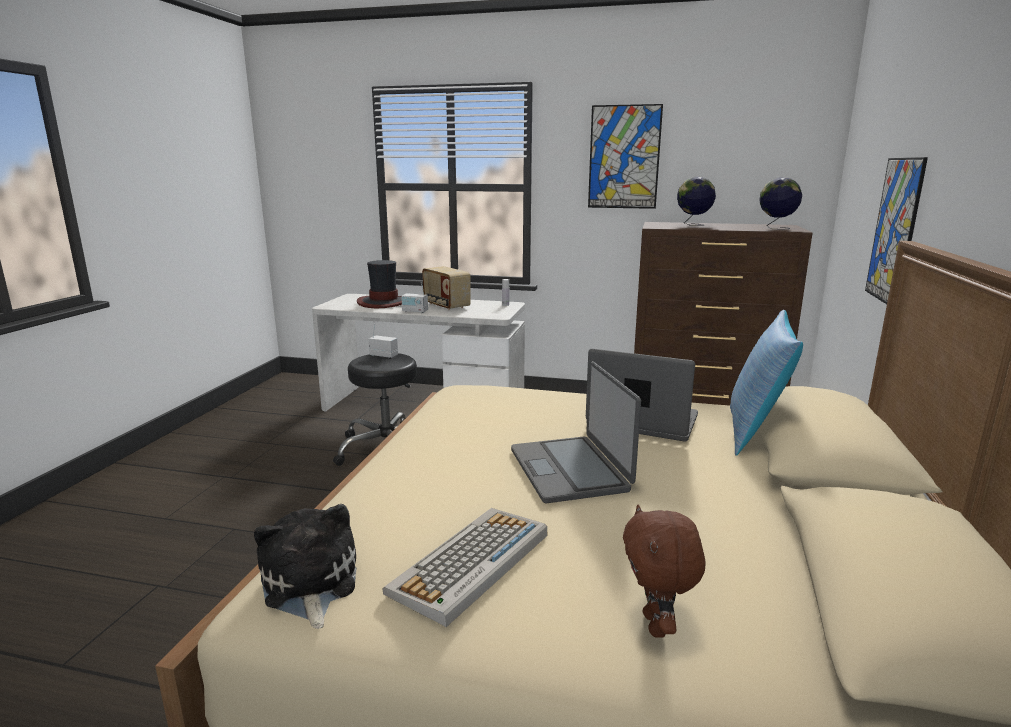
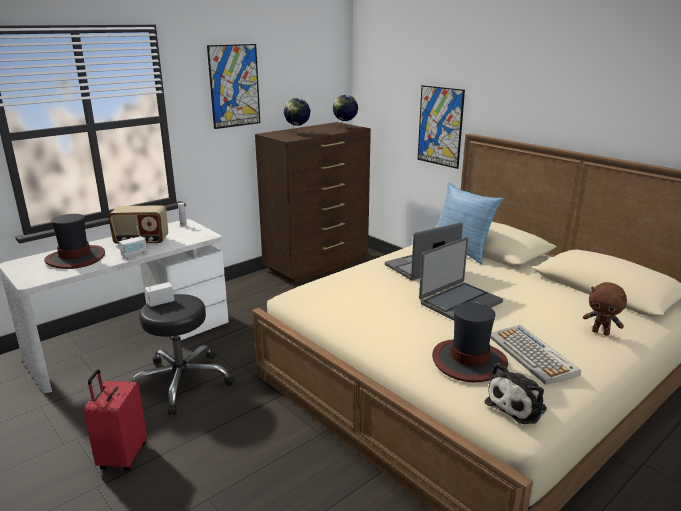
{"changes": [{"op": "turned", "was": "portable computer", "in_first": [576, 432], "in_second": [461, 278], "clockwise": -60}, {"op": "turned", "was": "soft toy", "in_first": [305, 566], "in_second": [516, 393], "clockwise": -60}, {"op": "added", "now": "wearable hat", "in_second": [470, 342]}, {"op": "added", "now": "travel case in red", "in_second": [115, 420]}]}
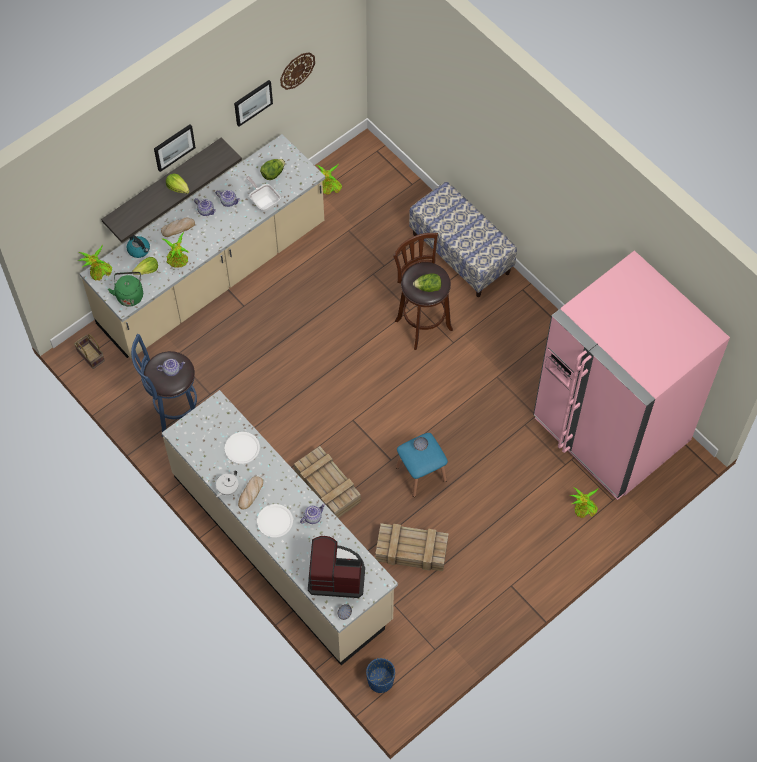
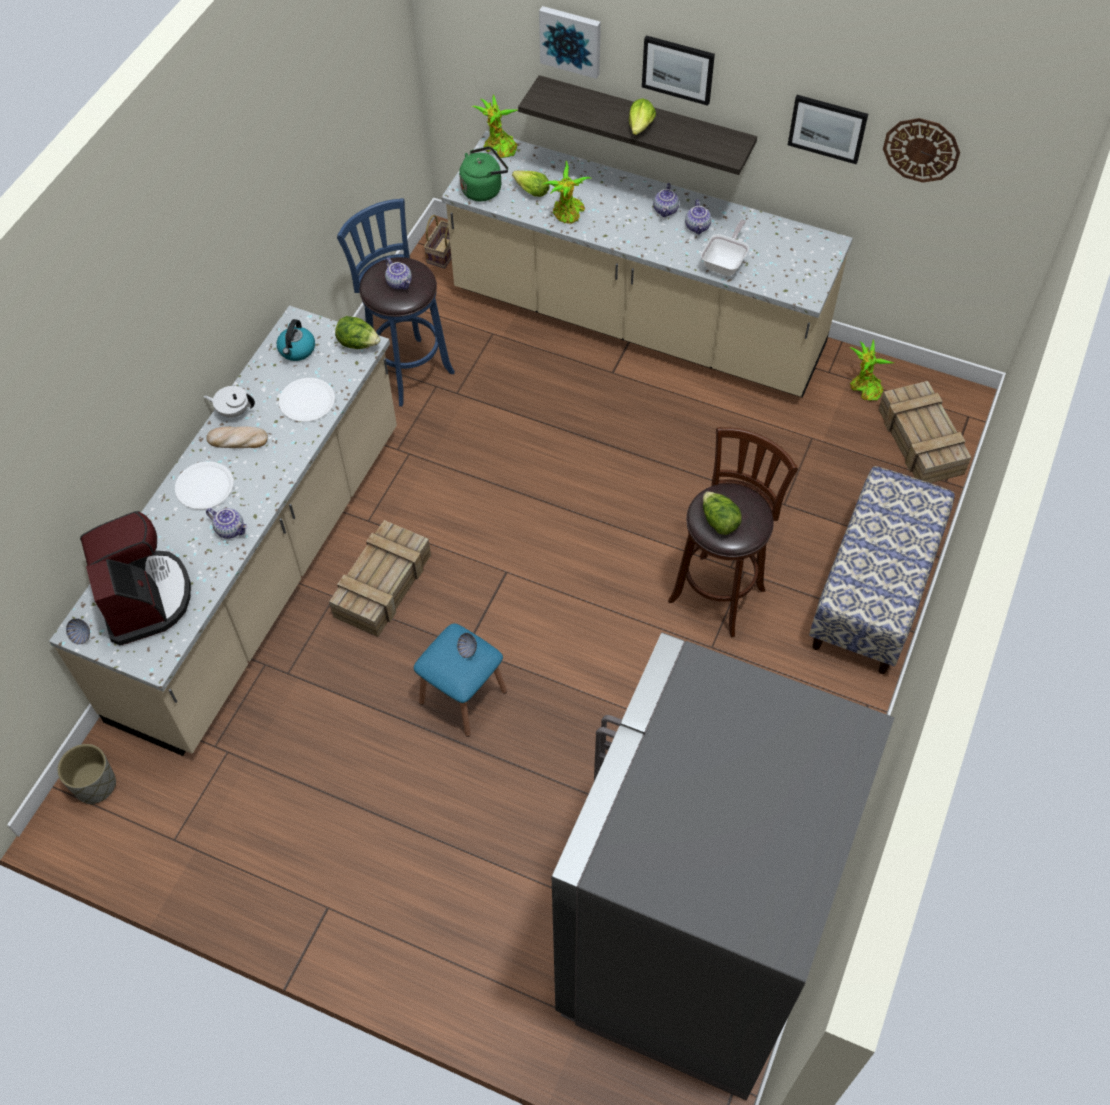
{"changes": [{"op": "moved", "was": "lettuce head", "in_first": [272, 169], "in_second": [357, 332]}, {"op": "removed", "was": "bakery bread", "in_first": [178, 227]}, {"op": "moved", "was": "tea kettle", "in_first": [138, 246], "in_second": [296, 340]}, {"op": "recoloured", "was": "fridge in pink-coloured", "now": "fridge in grey", "in_first": [631, 375], "in_second": [723, 866]}, {"op": "removed", "was": "houseplant", "in_first": [584, 502]}, {"op": "moved", "was": "packing crate", "in_first": [412, 547], "in_second": [924, 432]}, {"op": "recoloured", "was": "planter in bluish", "now": "planter in grey", "in_first": [380, 675], "in_second": [86, 774]}, {"op": "added", "now": "wall art", "in_second": [570, 42]}]}
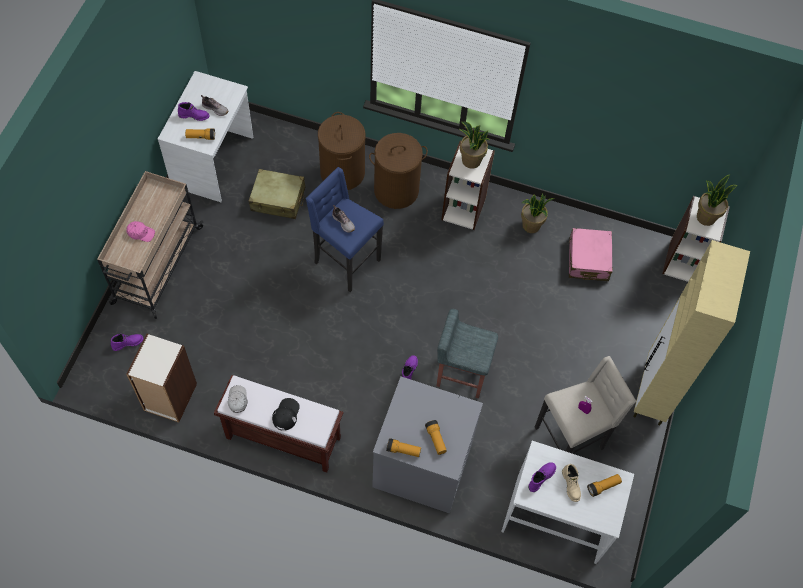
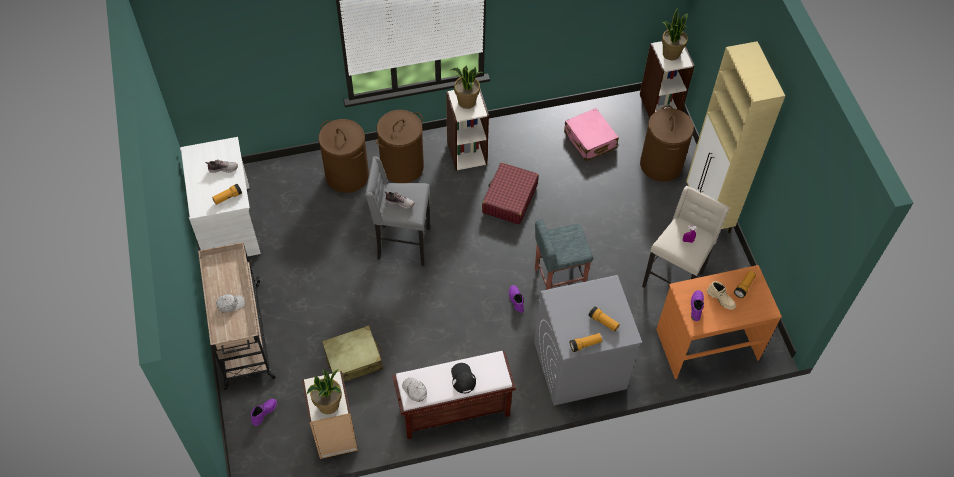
{"changes": [{"op": "removed", "was": "boot in purplish", "in_first": [194, 111]}, {"op": "recoloured", "was": "sitting stool in bluish", "now": "sitting stool in grey", "in_first": [345, 229], "in_second": [397, 211]}, {"op": "moved", "was": "travel case in sand-coloured", "in_first": [277, 194], "in_second": [352, 353]}, {"op": "moved", "was": "houseplant", "in_first": [537, 213], "in_second": [324, 391]}, {"op": "recoloured", "was": "peaked cap in pink-coloured", "now": "peaked cap in white", "in_first": [141, 231], "in_second": [230, 303]}, {"op": "recoloured", "was": "desk in white", "now": "desk in orange", "in_first": [567, 502], "in_second": [719, 322]}, {"op": "added", "now": "laundry basket in brown-coloured", "in_second": [667, 143]}, {"op": "added", "now": "travel case in red", "in_second": [510, 193]}]}
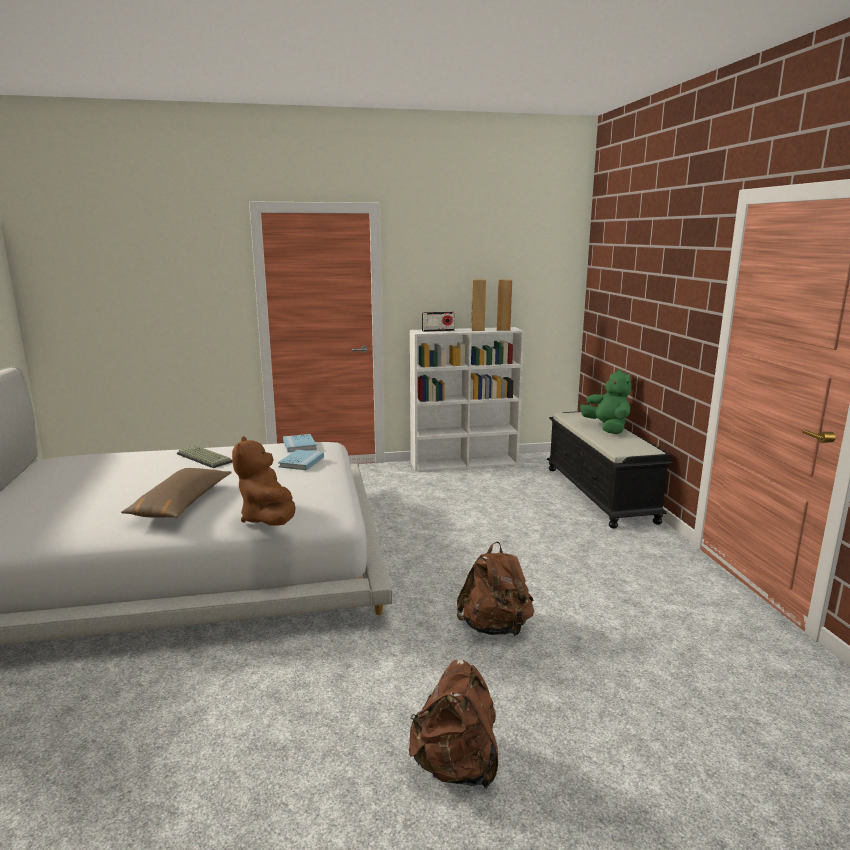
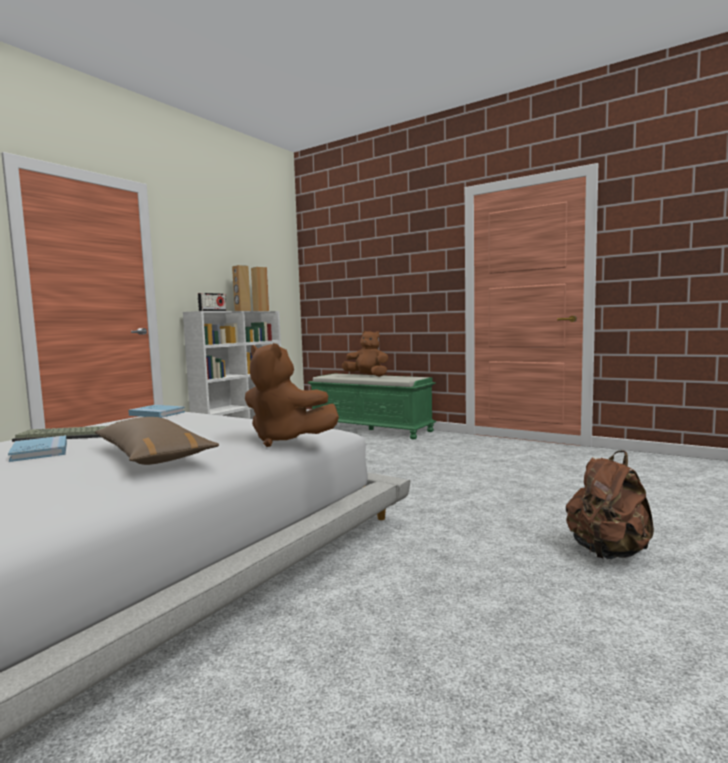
{"changes": [{"op": "recoloured", "was": "soft toy in green-coloured", "now": "soft toy in brown-coloured", "in_first": [606, 401], "in_second": [365, 354]}, {"op": "recoloured", "was": "indoor bench in black-coloured", "now": "indoor bench in green-coloured", "in_first": [610, 470], "in_second": [372, 406]}, {"op": "moved", "was": "book in bluish", "in_first": [301, 460], "in_second": [37, 448]}, {"op": "removed", "was": "knapsack in brown-coloured", "in_first": [495, 589]}]}
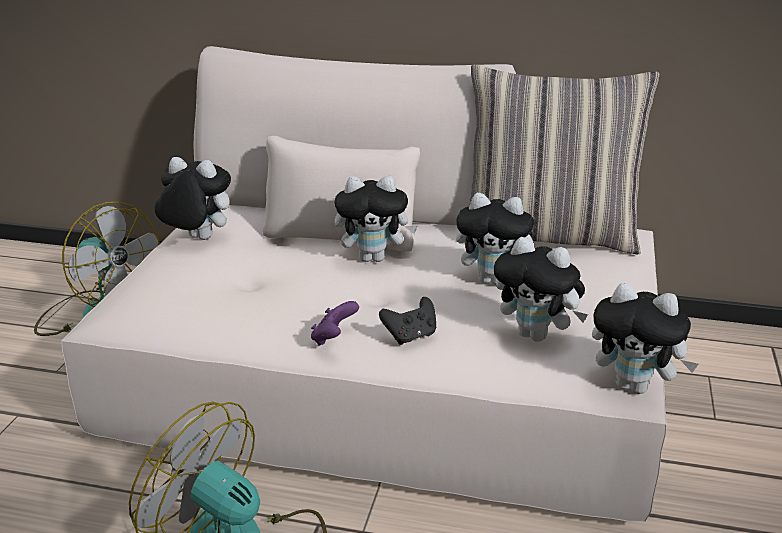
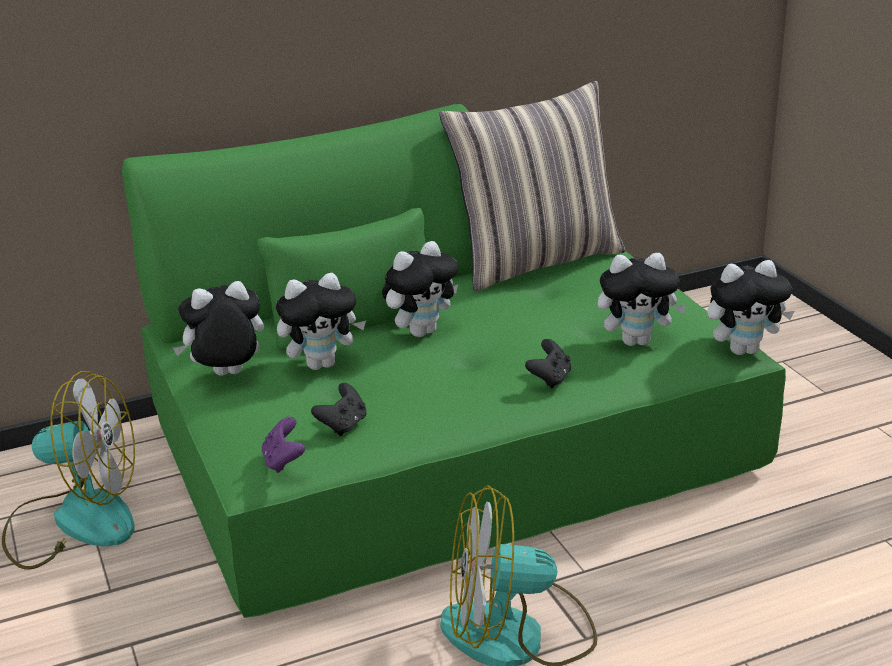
{"changes": [{"op": "recoloured", "was": "settee in sand-coloured", "now": "settee in green-coloured", "in_first": [364, 284], "in_second": [454, 361]}, {"op": "moved", "was": "soft toy", "in_first": [495, 239], "in_second": [321, 321]}, {"op": "moved", "was": "gamepad in purplish", "in_first": [335, 323], "in_second": [283, 445]}, {"op": "added", "now": "gamepad in black-coloured", "in_second": [339, 409]}]}
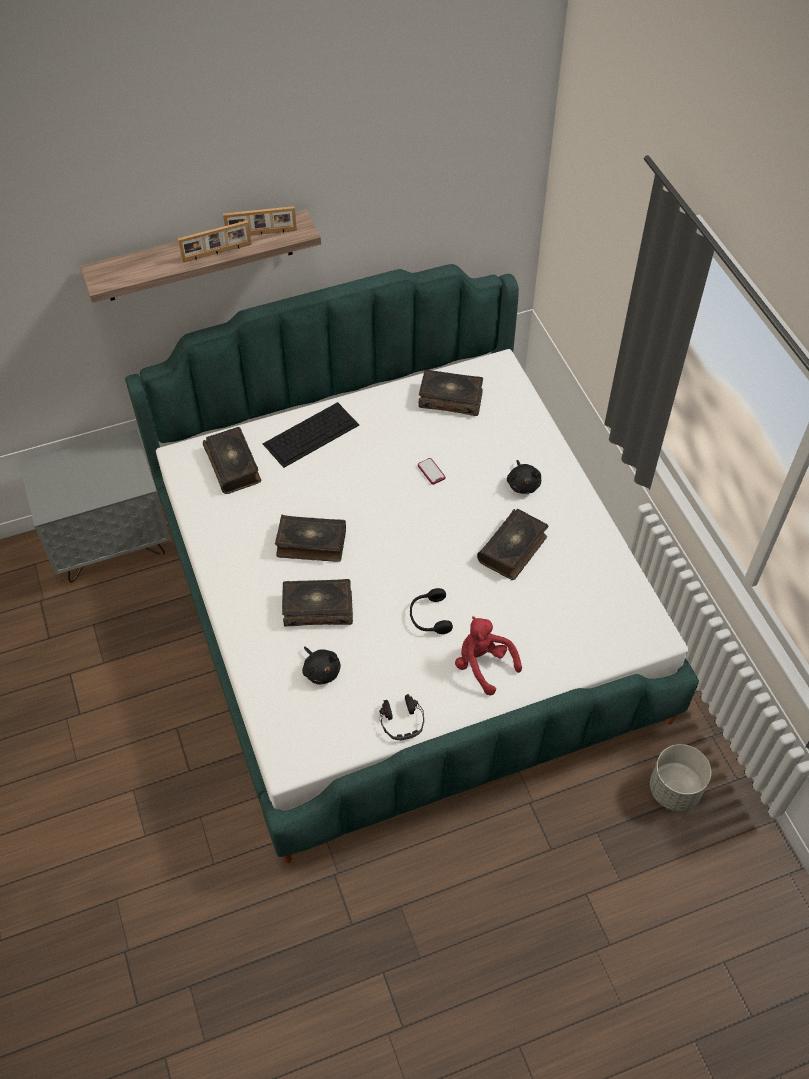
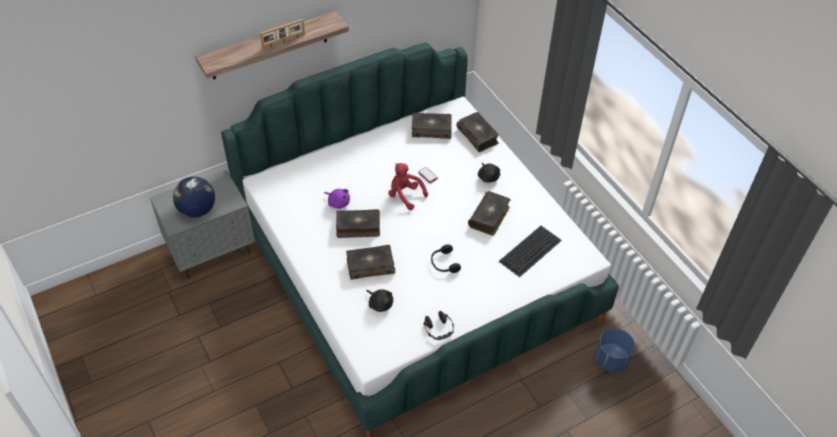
{"changes": [{"op": "removed", "was": "photo frame", "in_first": [260, 221]}, {"op": "moved", "was": "PC keyboard", "in_first": [311, 435], "in_second": [530, 251]}, {"op": "moved", "was": "book", "in_first": [232, 460], "in_second": [478, 132]}, {"op": "moved", "was": "soft toy in red", "in_first": [488, 656], "in_second": [408, 186]}, {"op": "recoloured", "was": "planter in grey", "now": "planter in bluish", "in_first": [680, 777], "in_second": [615, 350]}, {"op": "added", "now": "world globe", "in_second": [194, 197]}, {"op": "added", "now": "soft toy in purplish", "in_second": [337, 199]}]}
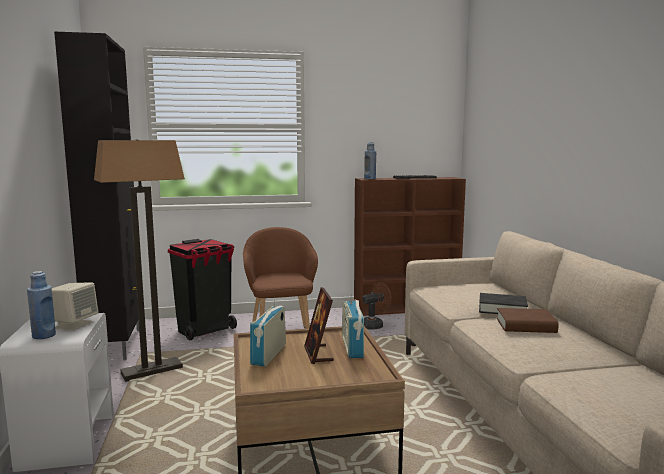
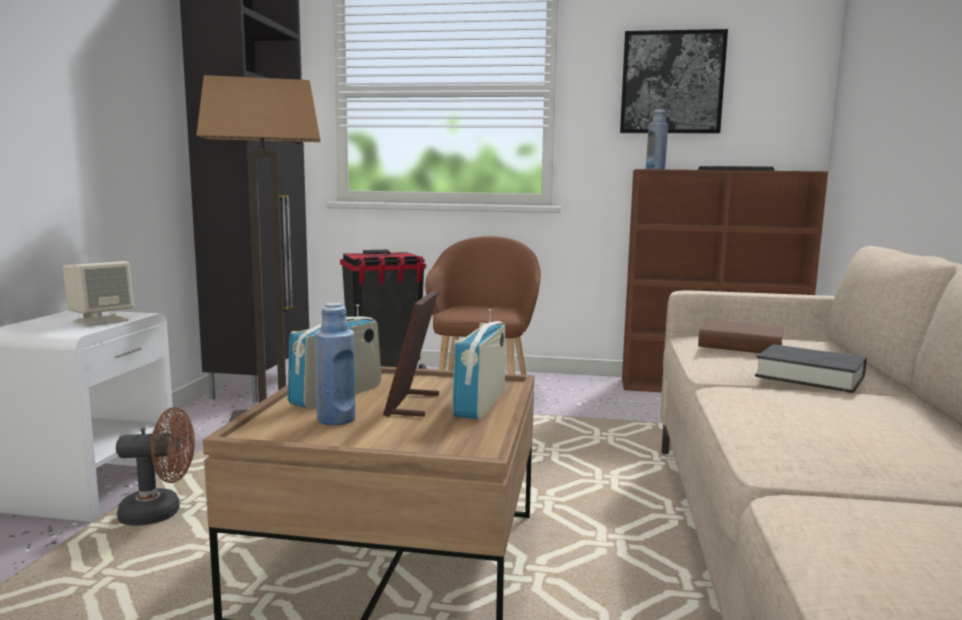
{"changes": [{"op": "moved", "was": "beverage bottle in bluish", "in_first": [41, 305], "in_second": [335, 363]}, {"op": "moved", "was": "electric fan in brown-coloured", "in_first": [377, 306], "in_second": [155, 466]}, {"op": "moved", "was": "book in brown-coloured", "in_first": [528, 320], "in_second": [741, 336]}, {"op": "added", "now": "wall art", "in_second": [674, 81]}]}
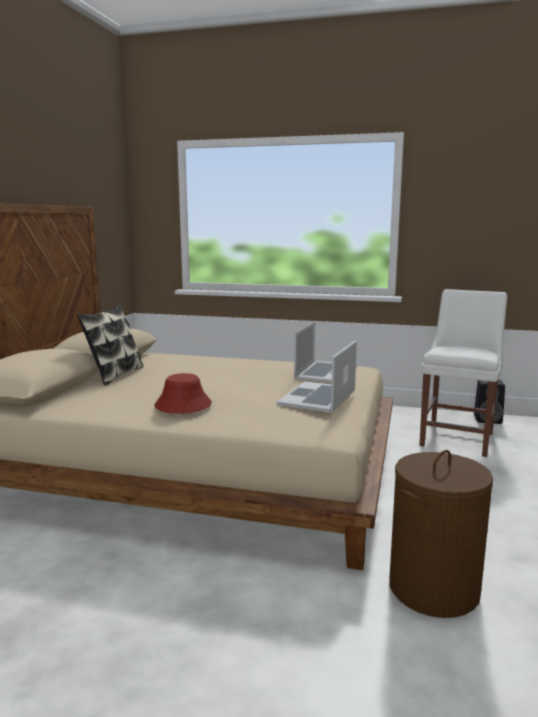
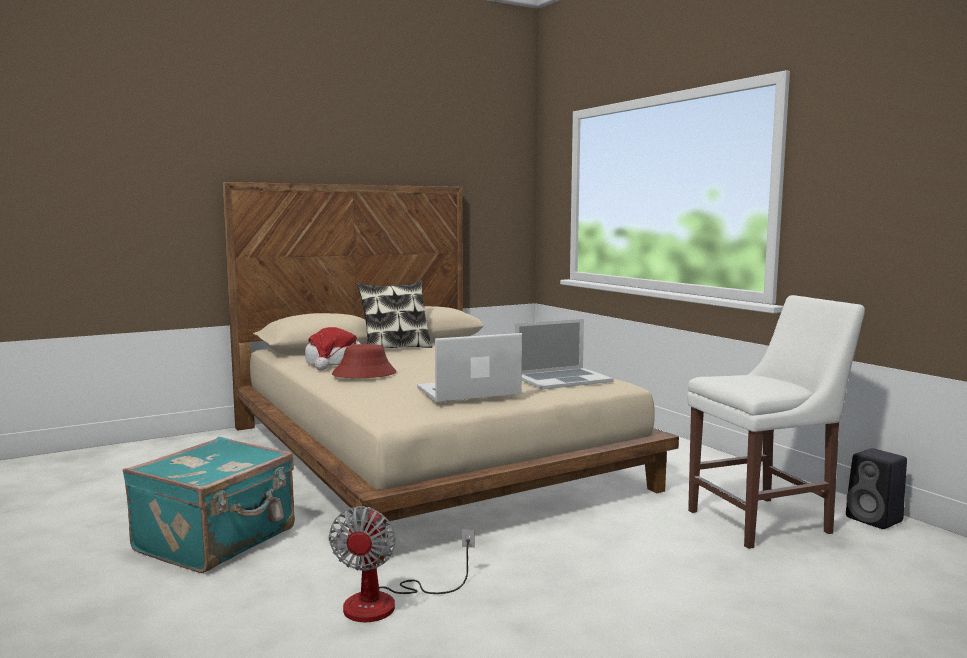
{"changes": [{"op": "replaced", "was": "laundry basket in brown-coloured", "now": "electric fan", "in_first": [441, 534], "in_second": [401, 564]}, {"op": "added", "now": "wearable hat", "in_second": [332, 348]}, {"op": "added", "now": "travel case in turquoise", "in_second": [209, 505]}]}
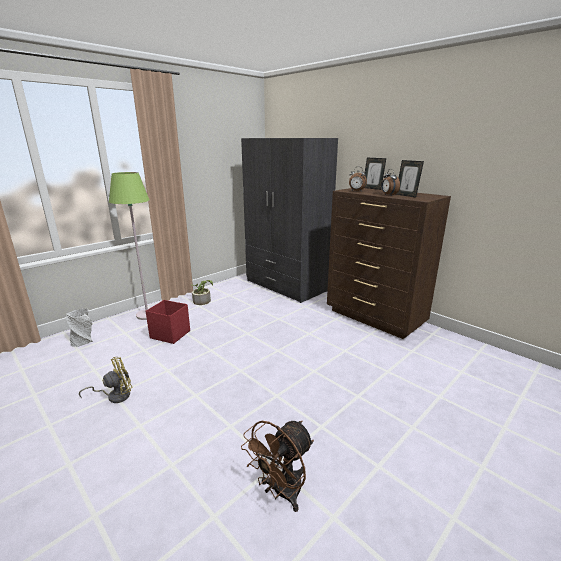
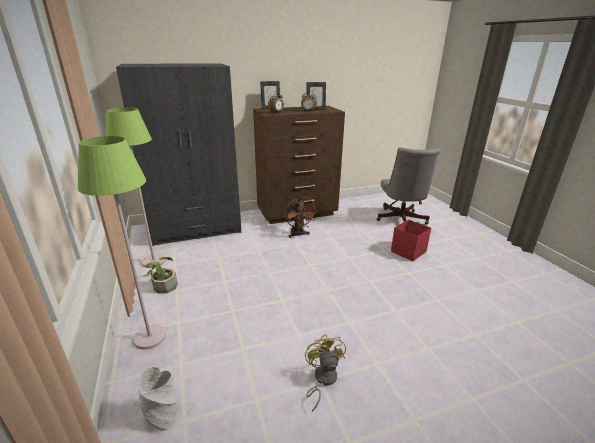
{"changes": [{"op": "moved", "was": "storage bin in red", "in_first": [168, 322], "in_second": [411, 240]}, {"op": "moved", "was": "electric fan in brown-coloured", "in_first": [277, 466], "in_second": [301, 217]}, {"op": "added", "now": "floor lamp in green-coloured", "in_second": [135, 187]}, {"op": "added", "now": "computer chair in grey", "in_second": [408, 186]}]}
